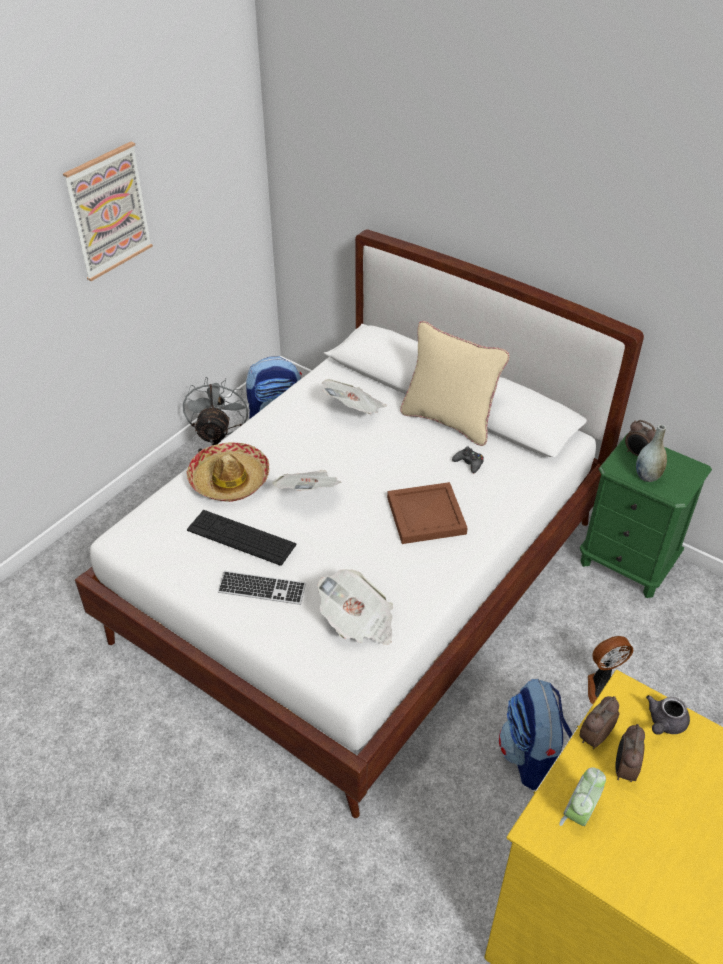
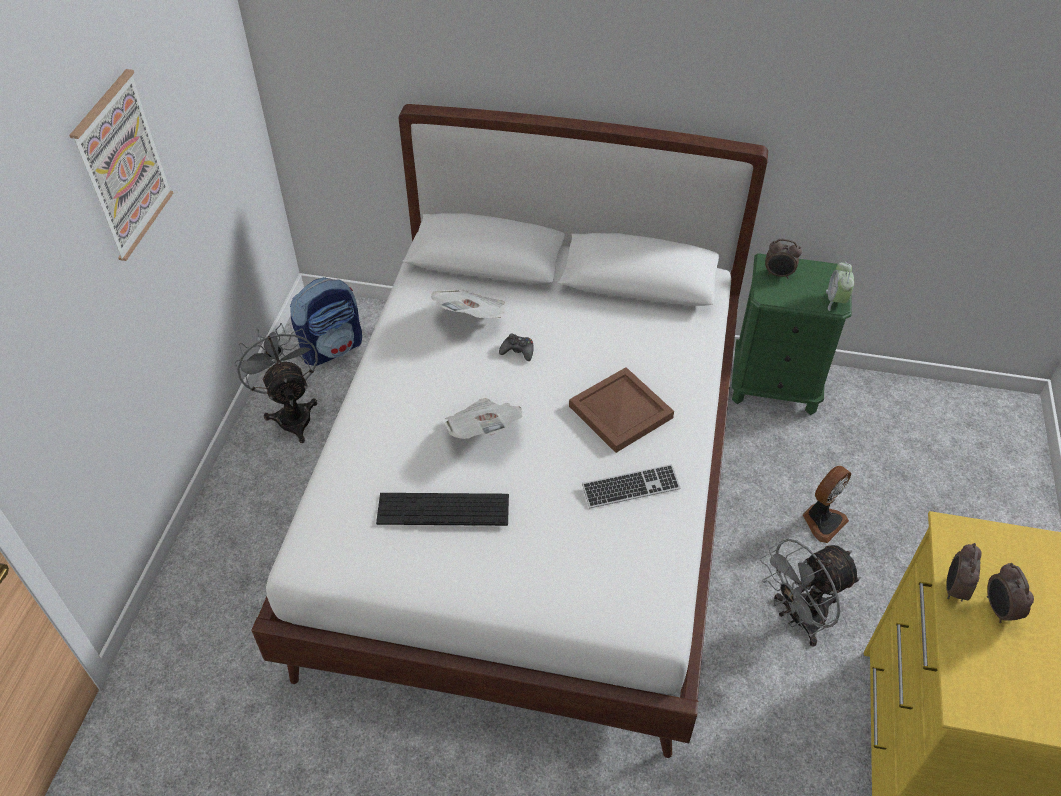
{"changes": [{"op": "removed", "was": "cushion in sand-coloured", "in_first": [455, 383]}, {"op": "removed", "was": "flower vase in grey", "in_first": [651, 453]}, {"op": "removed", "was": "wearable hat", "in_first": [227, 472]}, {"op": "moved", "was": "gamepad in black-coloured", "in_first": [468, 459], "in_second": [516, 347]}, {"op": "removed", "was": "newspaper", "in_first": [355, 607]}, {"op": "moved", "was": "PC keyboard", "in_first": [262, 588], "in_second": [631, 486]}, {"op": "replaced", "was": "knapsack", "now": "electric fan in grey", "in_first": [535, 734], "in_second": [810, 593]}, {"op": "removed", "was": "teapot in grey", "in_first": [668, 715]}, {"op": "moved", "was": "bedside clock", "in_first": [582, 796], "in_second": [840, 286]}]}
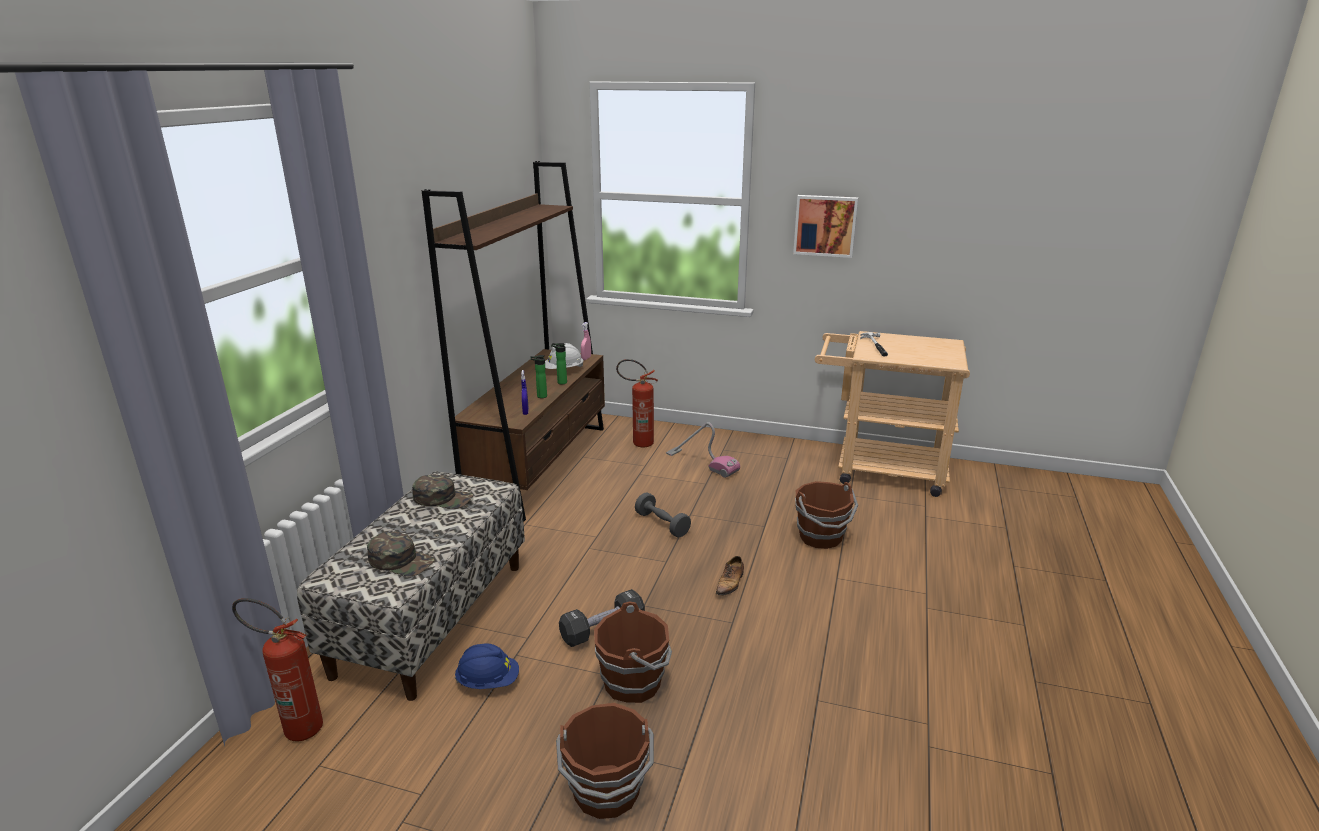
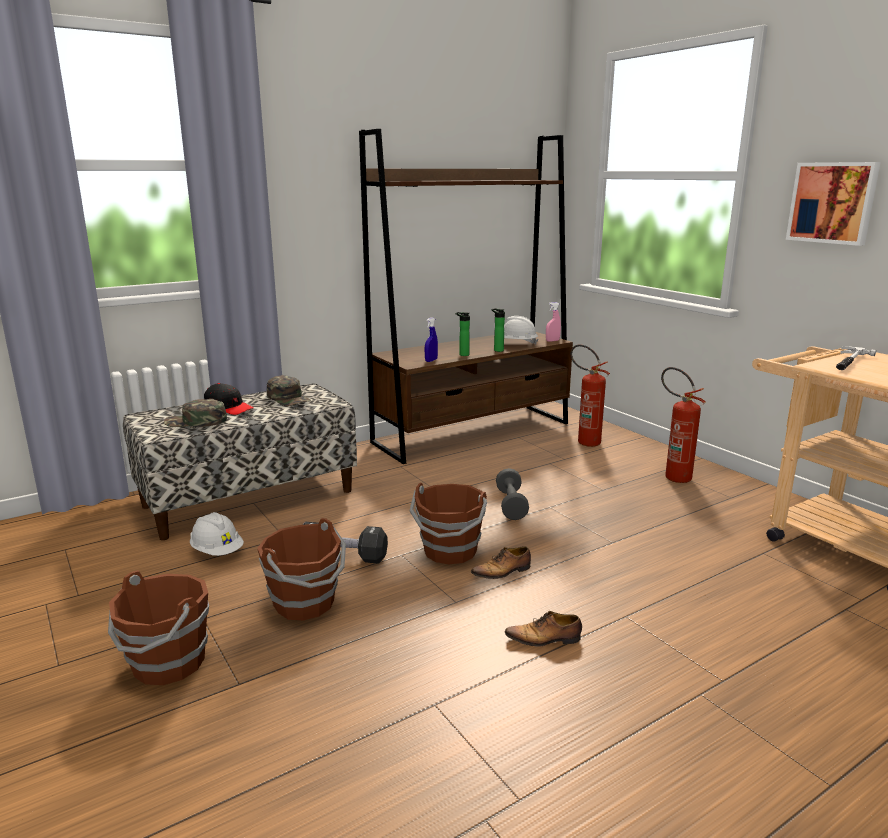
{"changes": [{"op": "removed", "was": "vacuum cleaner", "in_first": [703, 450]}, {"op": "moved", "was": "bucket in brown-coloured", "in_first": [826, 515], "in_second": [448, 523]}, {"op": "turned", "was": "peaked cap in green-coloured", "in_first": [401, 554], "in_second": [195, 413], "clockwise": 120}, {"op": "moved", "was": "fire extinguisher", "in_first": [277, 669], "in_second": [683, 425]}, {"op": "recoloured", "was": "hard hat in bluish", "now": "hard hat in white", "in_first": [487, 666], "in_second": [217, 534]}, {"op": "added", "now": "peaked cap in black-coloured", "in_second": [229, 399]}, {"op": "added", "now": "low shoe", "in_second": [543, 628]}]}
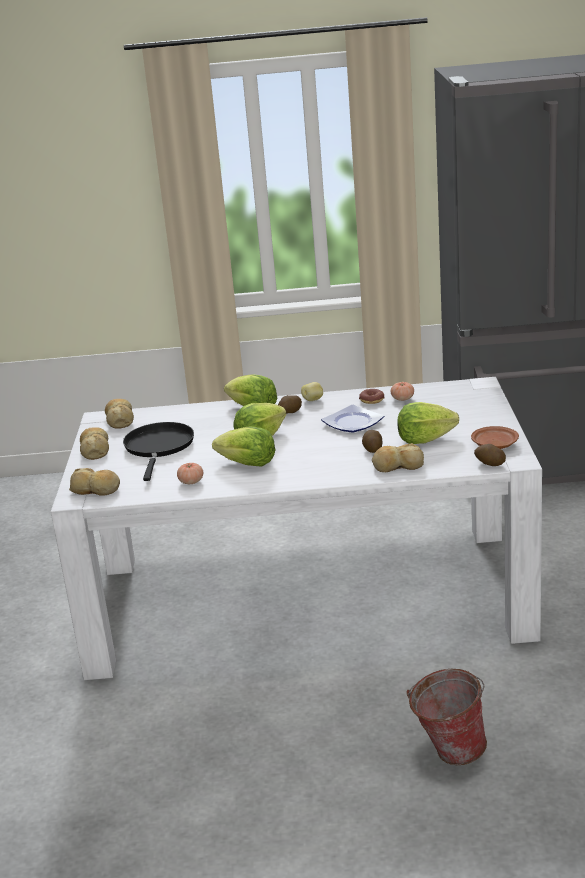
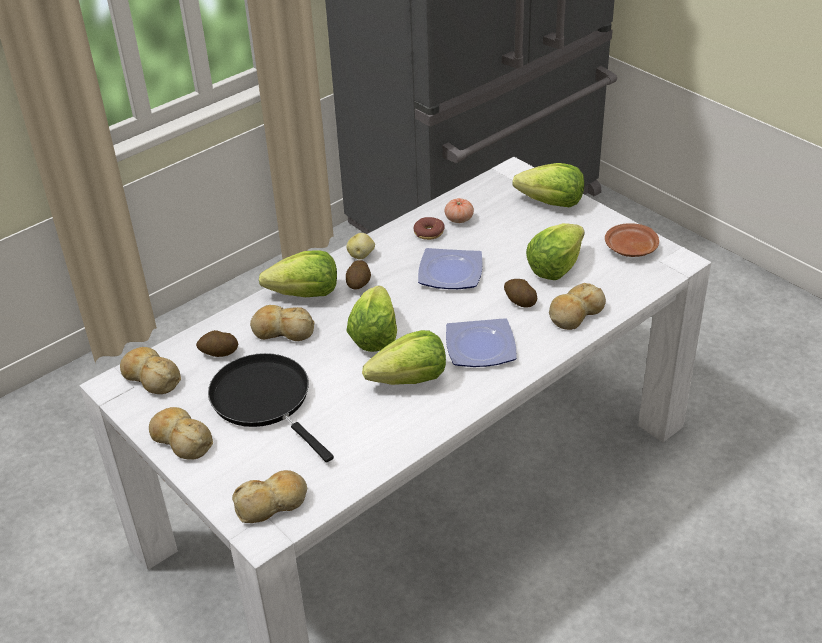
{"changes": [{"op": "moved", "was": "potato", "in_first": [490, 455], "in_second": [217, 343]}, {"op": "removed", "was": "tomato", "in_first": [190, 473]}, {"op": "removed", "was": "bucket", "in_first": [446, 717]}, {"op": "added", "now": "lettuce head", "in_second": [548, 185]}, {"op": "added", "now": "bakery bread", "in_second": [282, 323]}, {"op": "added", "now": "flat dish", "in_second": [481, 342]}]}
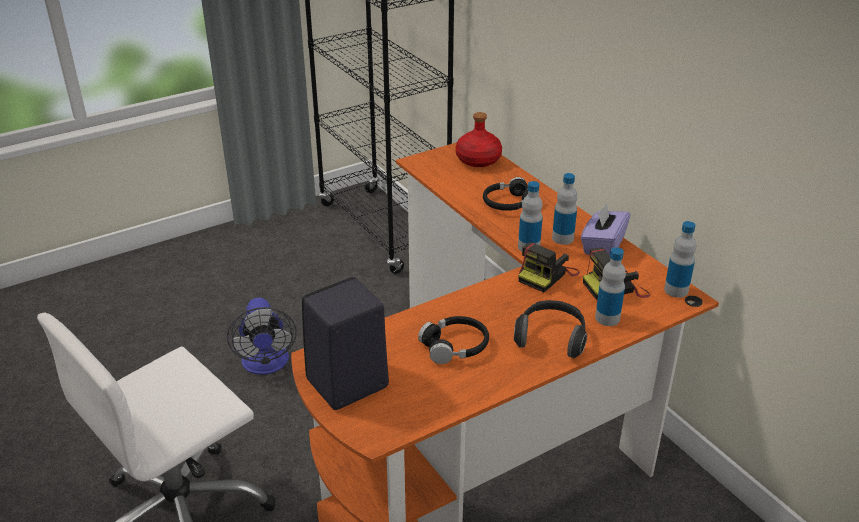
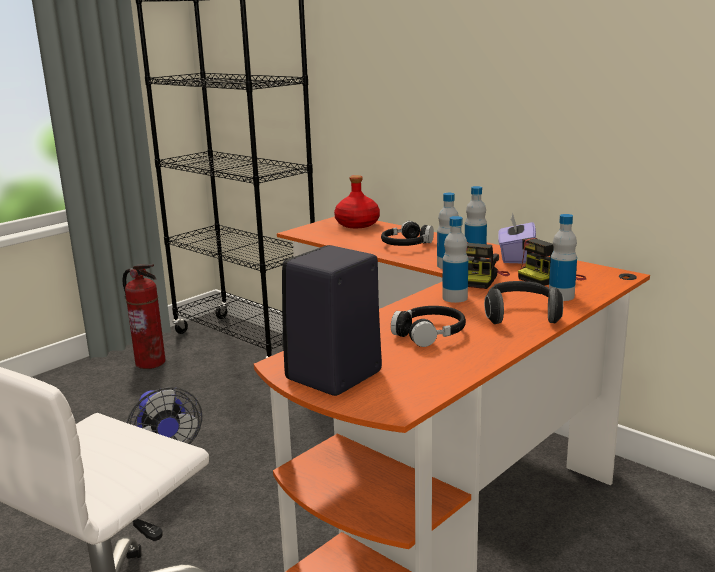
{"changes": [{"op": "moved", "was": "beverage bottle", "in_first": [680, 259], "in_second": [455, 259]}, {"op": "added", "now": "fire extinguisher", "in_second": [144, 316]}]}
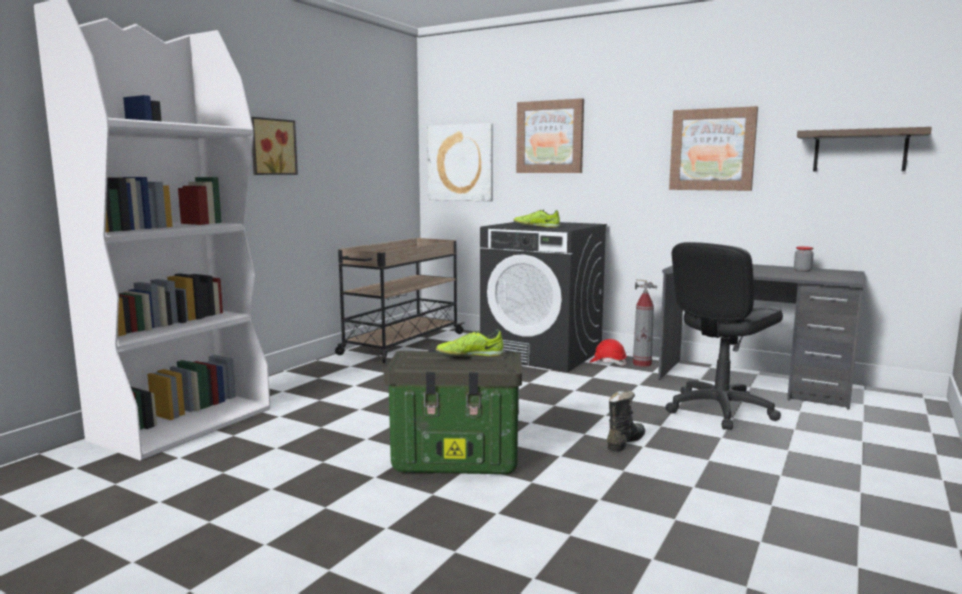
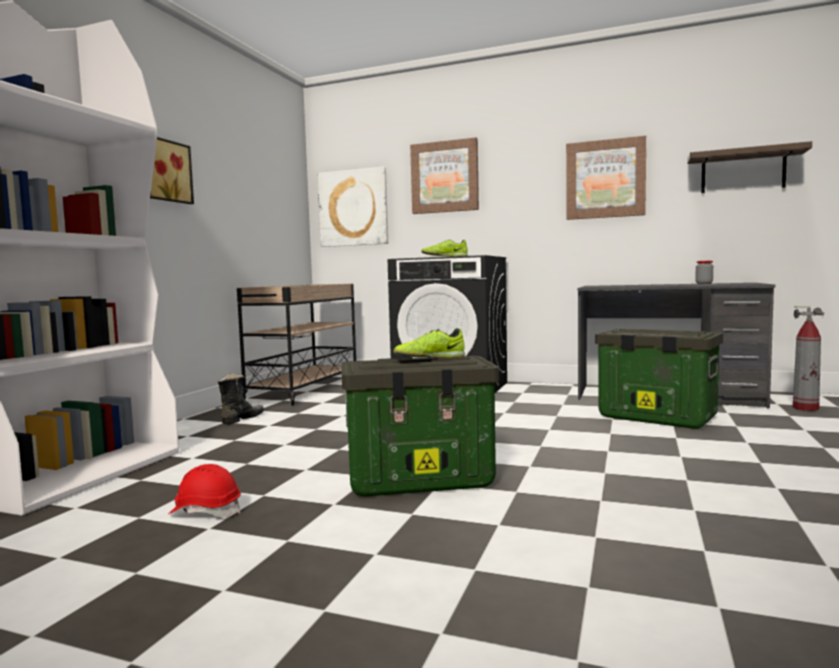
{"changes": [{"op": "replaced", "was": "computer chair in black-coloured", "now": "storage bin", "in_first": [724, 336], "in_second": [659, 379]}, {"op": "moved", "was": "fire extinguisher", "in_first": [645, 323], "in_second": [808, 358]}, {"op": "moved", "was": "hard hat in red", "in_first": [608, 352], "in_second": [205, 490]}, {"op": "moved", "was": "boot in black-coloured", "in_first": [626, 421], "in_second": [241, 398]}]}
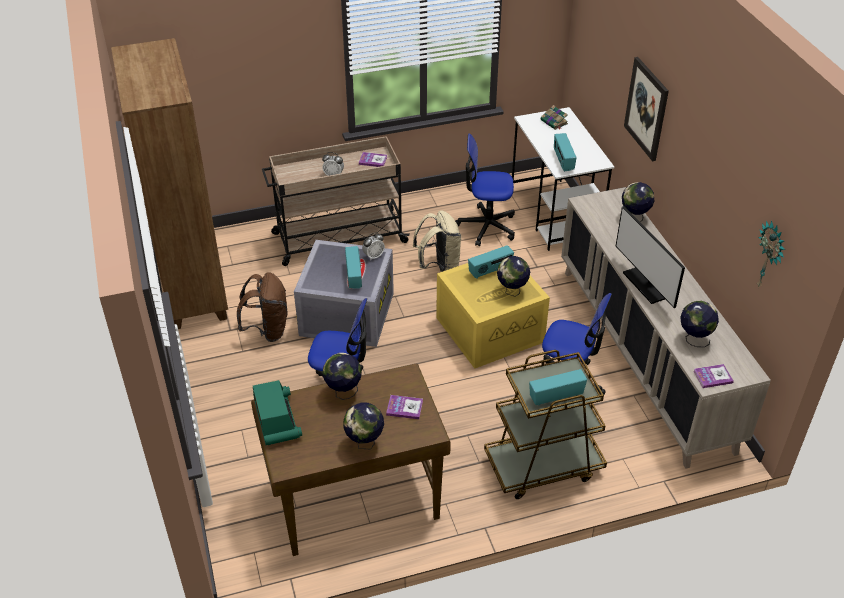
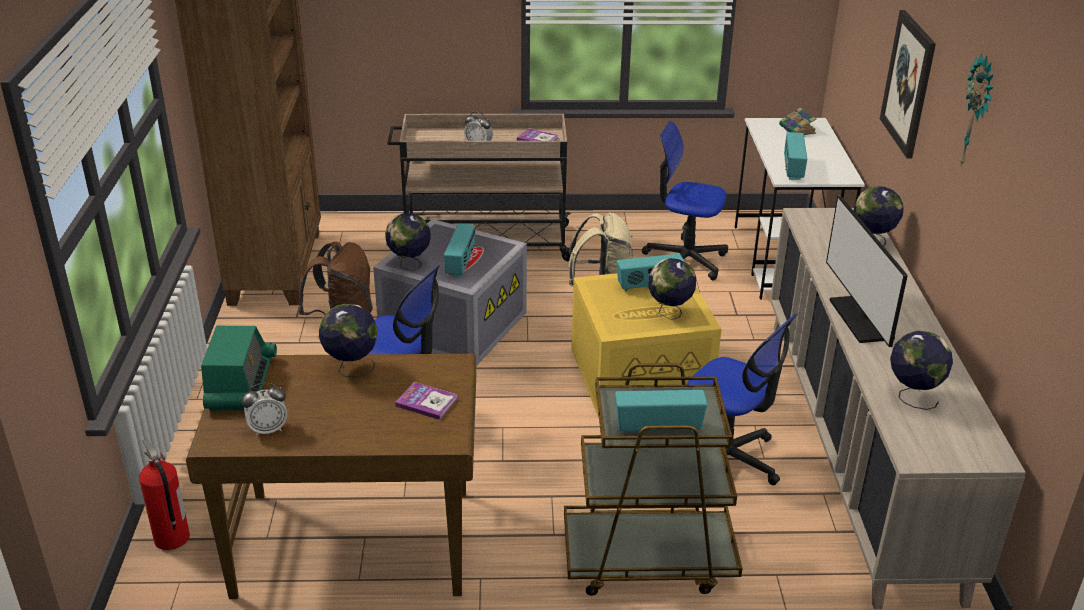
{"changes": [{"op": "moved", "was": "wall clock", "in_first": [771, 254], "in_second": [976, 109]}, {"op": "moved", "was": "bedside clock", "in_first": [373, 246], "in_second": [264, 409]}, {"op": "removed", "was": "book", "in_first": [713, 376]}, {"op": "moved", "was": "world globe", "in_first": [363, 425], "in_second": [408, 242]}, {"op": "added", "now": "fire extinguisher", "in_second": [164, 494]}]}
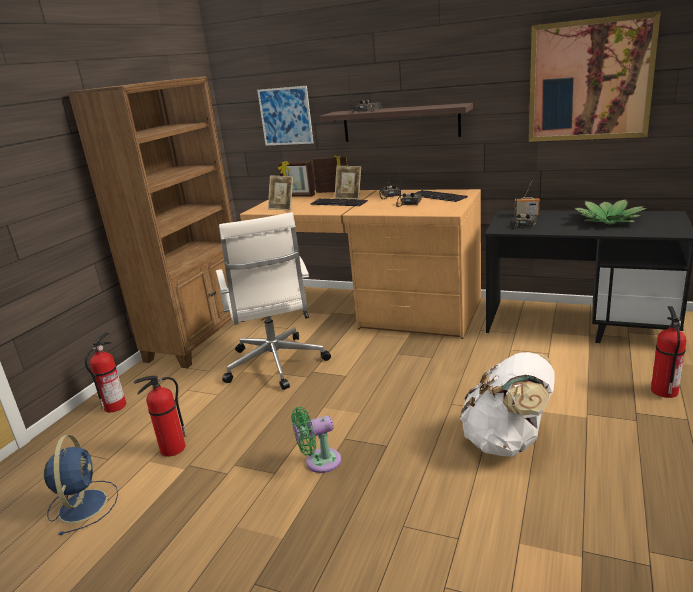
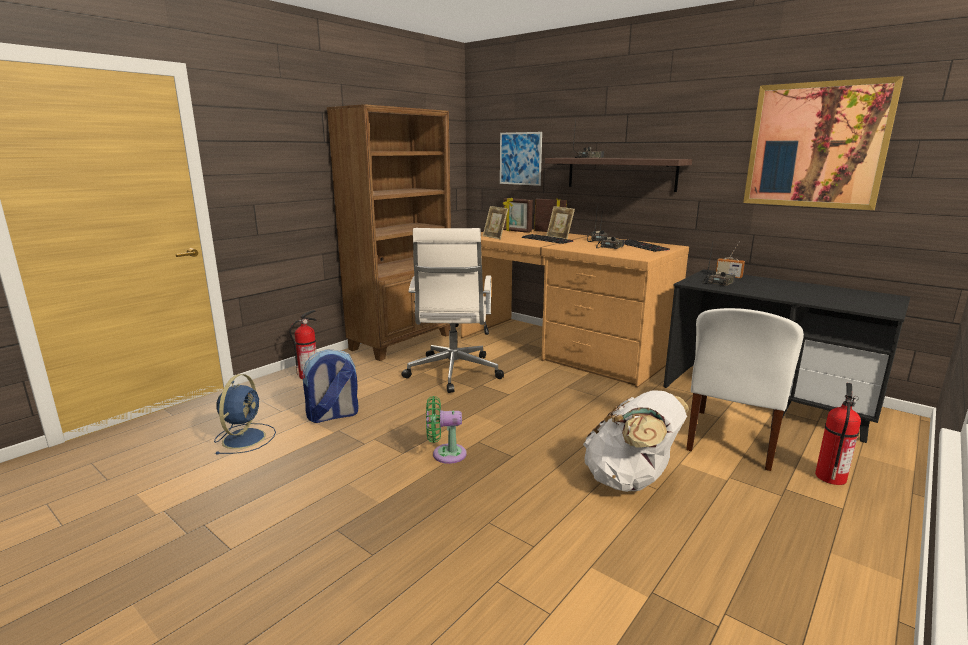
{"changes": [{"op": "removed", "was": "houseplant", "in_first": [610, 212]}, {"op": "replaced", "was": "fire extinguisher", "now": "knapsack", "in_first": [160, 416], "in_second": [329, 386]}, {"op": "added", "now": "chair in white", "in_second": [745, 389]}]}
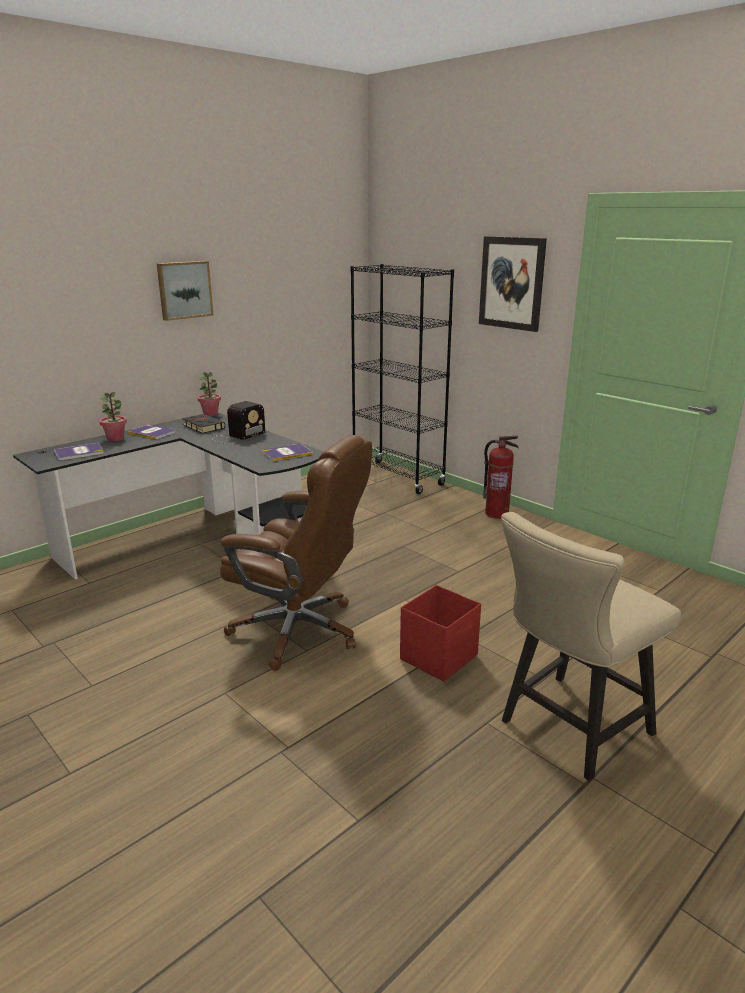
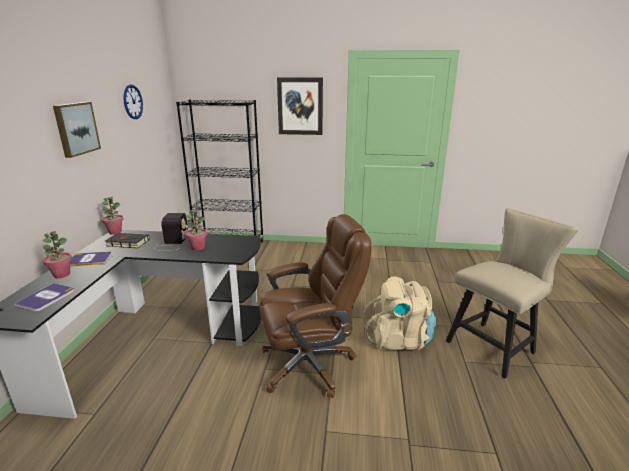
{"changes": [{"op": "removed", "was": "fire extinguisher", "in_first": [501, 477]}, {"op": "removed", "was": "book", "in_first": [288, 452]}, {"op": "turned", "was": "chair in sand-coloured", "in_first": [591, 646], "in_second": [512, 293], "clockwise": -135}, {"op": "replaced", "was": "storage bin in red", "now": "knapsack in sand-coloured", "in_first": [440, 633], "in_second": [399, 313]}, {"op": "added", "now": "wall clock", "in_second": [133, 102]}, {"op": "added", "now": "houseplant", "in_second": [196, 230]}]}
